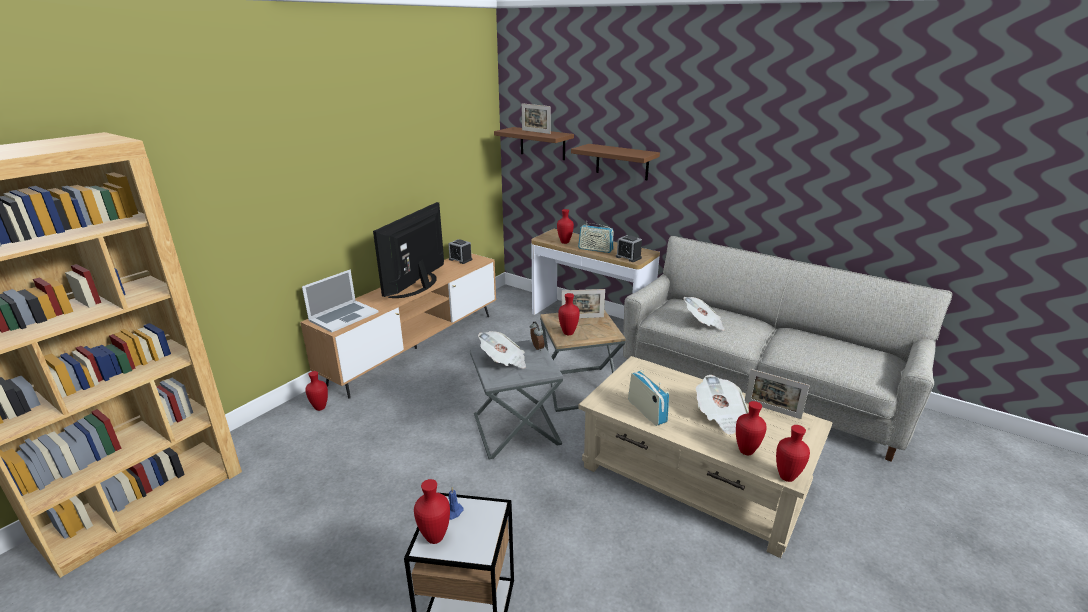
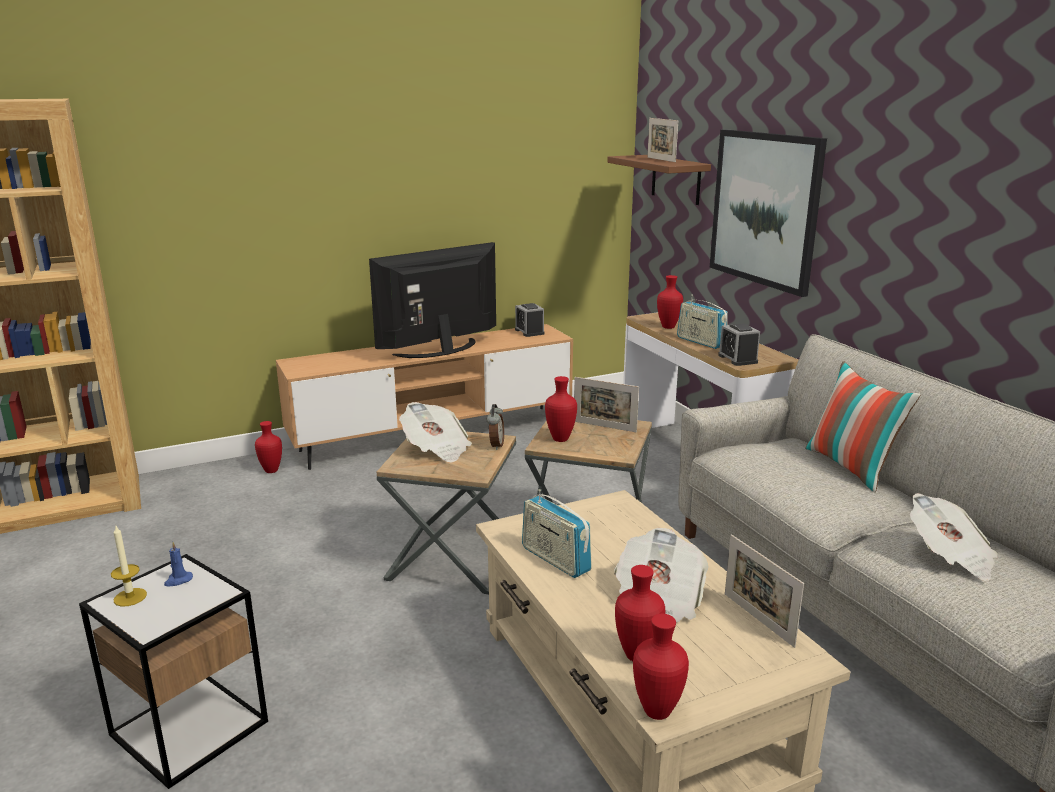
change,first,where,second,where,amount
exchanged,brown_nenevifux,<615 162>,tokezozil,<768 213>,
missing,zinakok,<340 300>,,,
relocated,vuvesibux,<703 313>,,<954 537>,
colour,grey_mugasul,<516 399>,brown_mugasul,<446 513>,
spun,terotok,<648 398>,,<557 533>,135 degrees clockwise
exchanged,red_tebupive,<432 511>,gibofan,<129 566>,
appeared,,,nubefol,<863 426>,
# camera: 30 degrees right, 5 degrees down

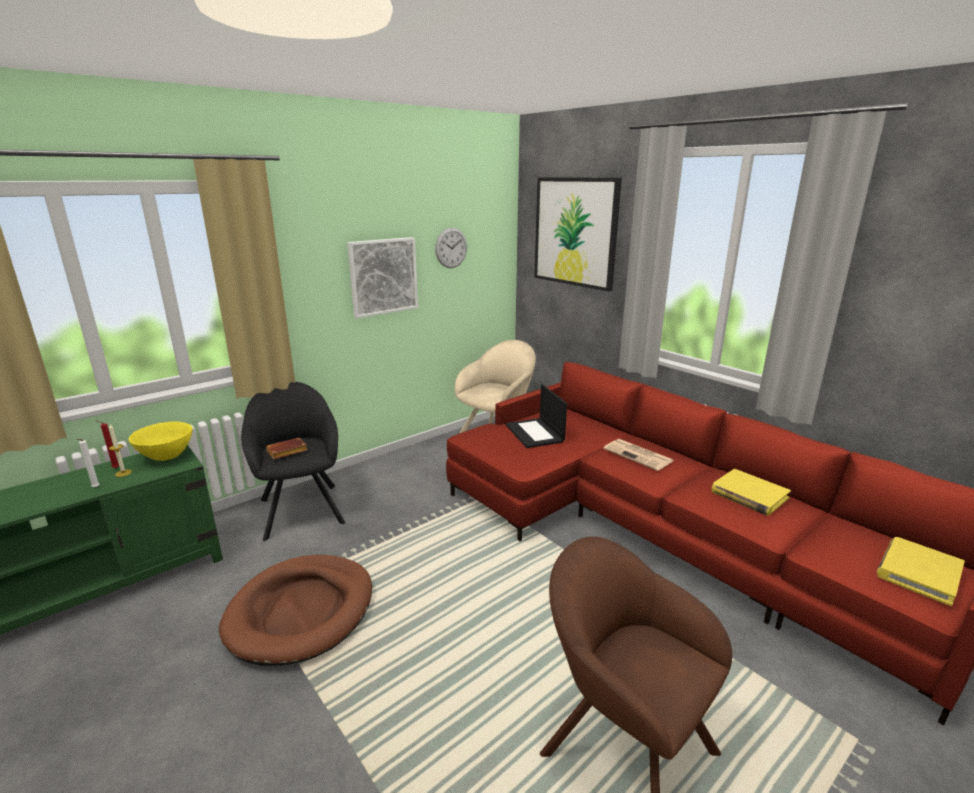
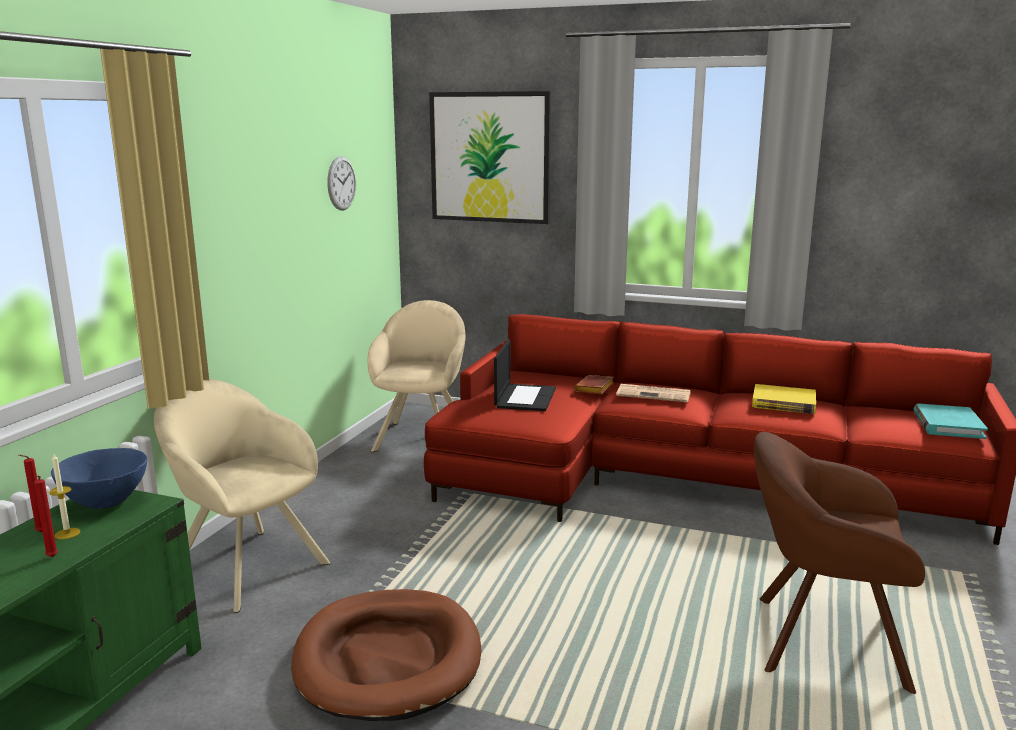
change,first,where,second,where,amount
missing,tokezozil,<382 277>,,,
colour,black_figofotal,<293 461>,beige_figofotal,<242 496>,
spun,zinakok,<536 416>,,<525 375>,120 degrees counterclockwise
colour,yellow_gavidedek,<160 441>,blue_gavidedek,<99 478>,
relocated,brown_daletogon,<287 448>,,<594 384>,
colour,white_gibofan,<88 463>,red_gibofan,<46 516>,
colour,yellow_daletogon,<921 571>,turquoise_daletogon,<950 421>,
# camera: 30 degrees left, 5 degrees down

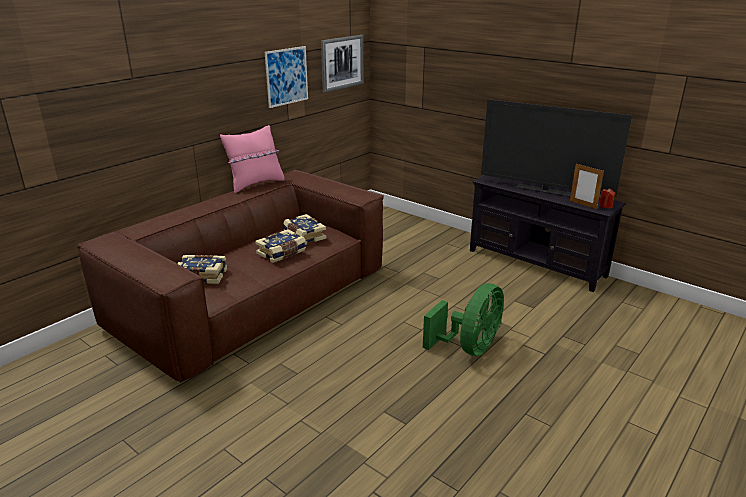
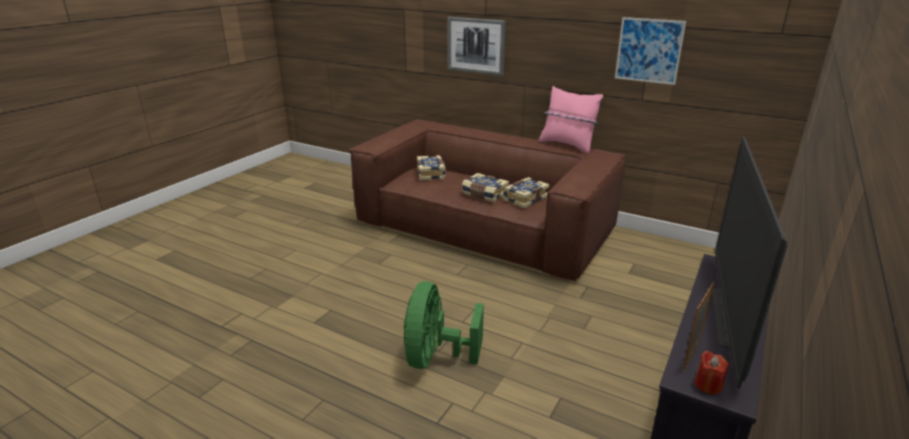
change,first,where,second,where,amount
relocated,tokezozil,<342 64>,,<476 46>,
spun,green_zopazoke,<463 319>,,<443 325>,75 degrees clockwise
# camera: 80 degrees right, 0 degrees up

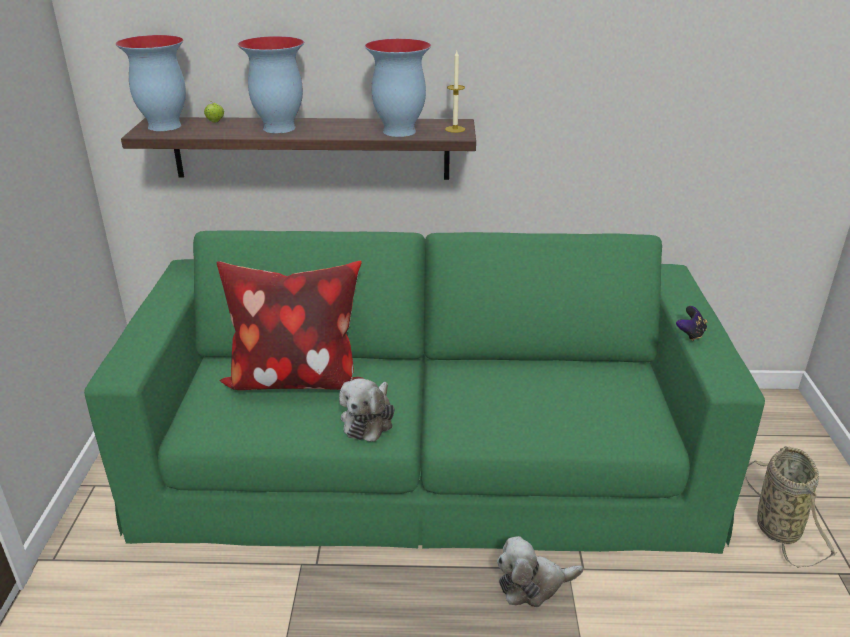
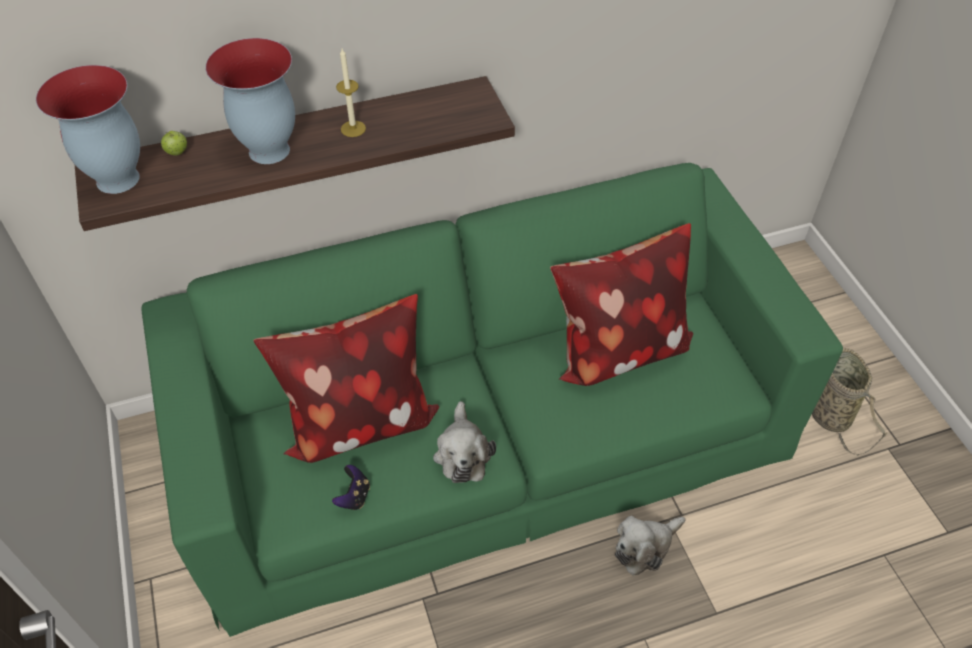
change,first,where,second,where,amount
missing,tebupive,<398 88>,,,
relocated,gibofan,<455 92>,,<351 93>,
relocated,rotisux,<692 323>,,<351 487>,
appeared,,,nubefol,<621 304>,
# camera: 20 degrees left, 20 degrees up

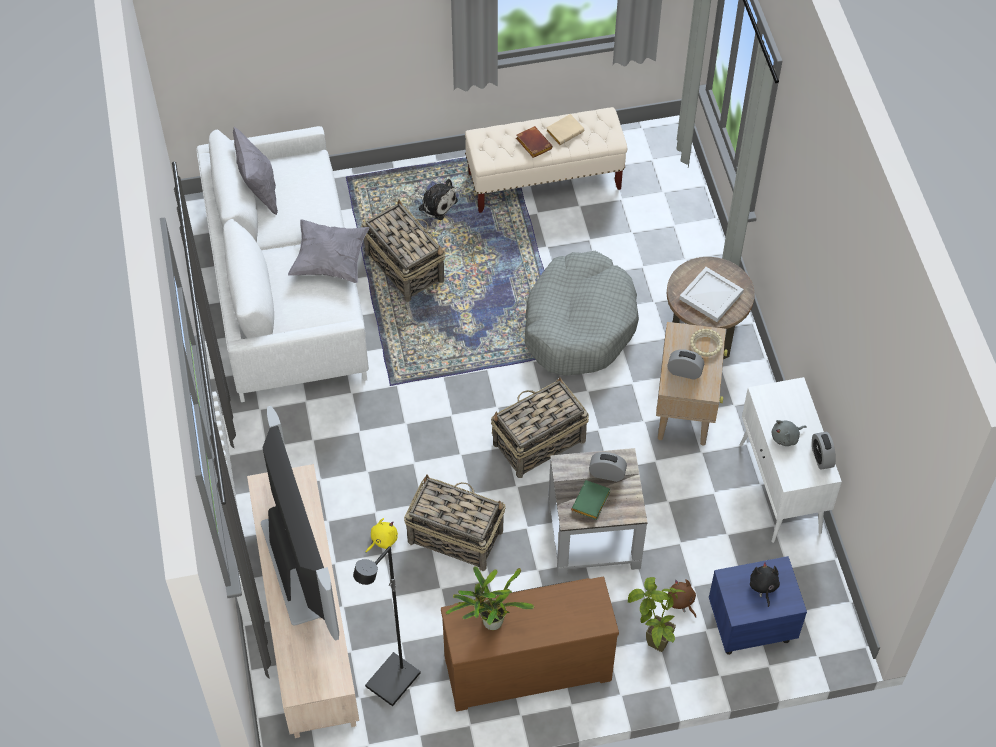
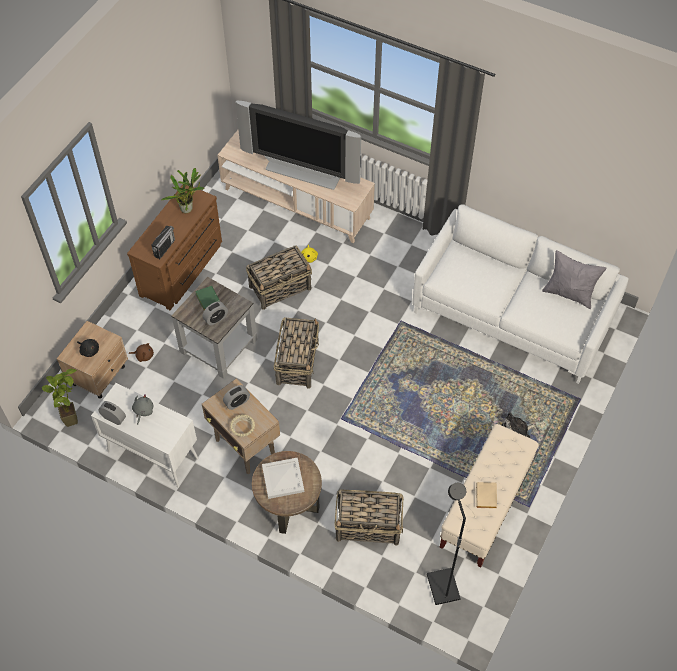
change,first,where,second,where,amount
missing,brown_daletogon,<534 142>,,,
relocated,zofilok,<403 250>,,<368 517>,
missing,grey_nubefol,<328 251>,,,
missing,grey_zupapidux,<582 313>,,,
relocated,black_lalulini,<387 626>,,<446 544>,
colour,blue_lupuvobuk,<758 605>,beige_lupuvobuk,<92 360>,
relocated,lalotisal,<657 614>,,<60 398>,
appeared,,,terotok,<163 242>,
# camera: 130 degrees right, 0 degrees up

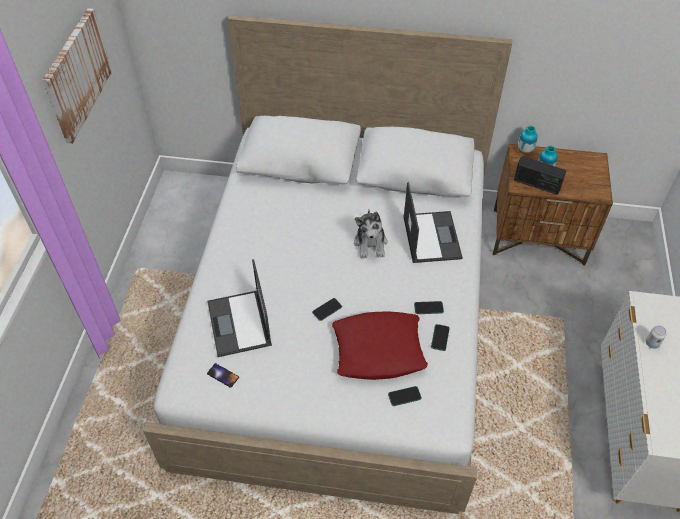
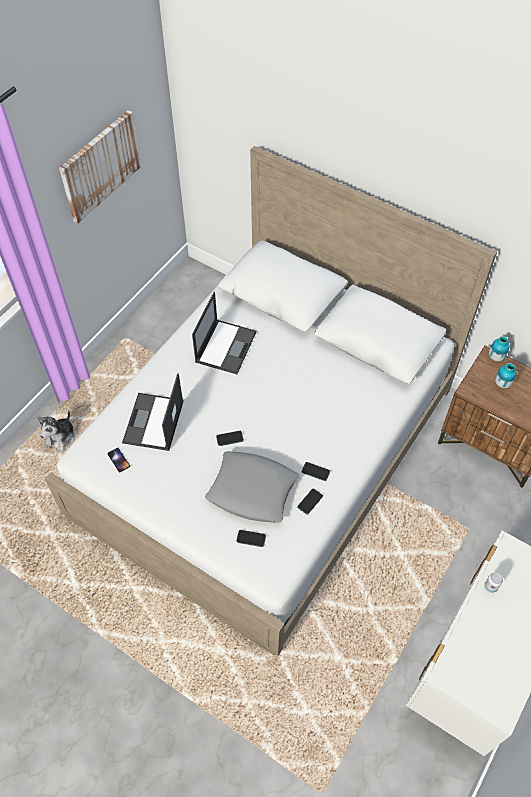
change,first,where,second,where,amount
missing,terotok,<540 175>,,,
relocated,zinakok,<433 222>,,<224 333>,
relocated,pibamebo,<370 234>,,<56 432>,
colour,red_nubefol,<380 345>,grey_nubefol,<252 487>,
# camera: 25 degrees right, 5 degrees up

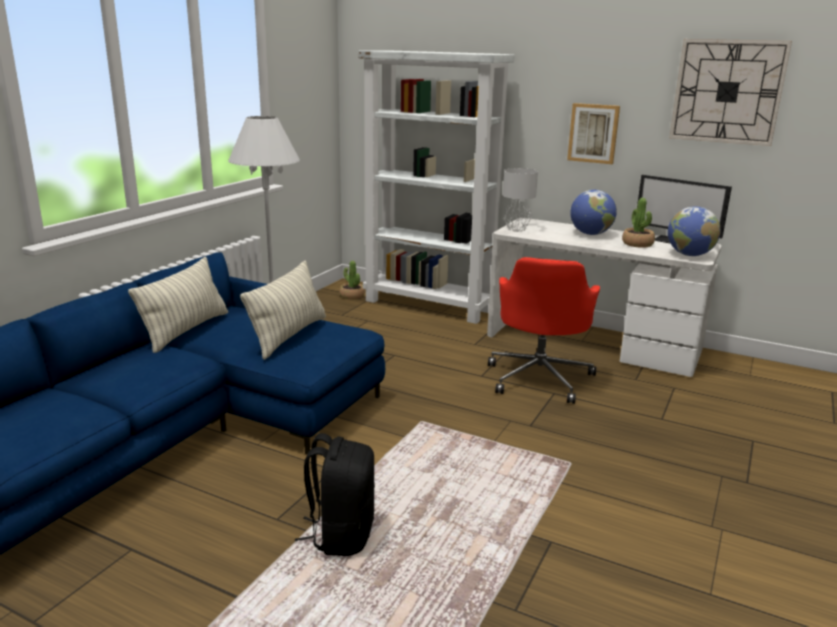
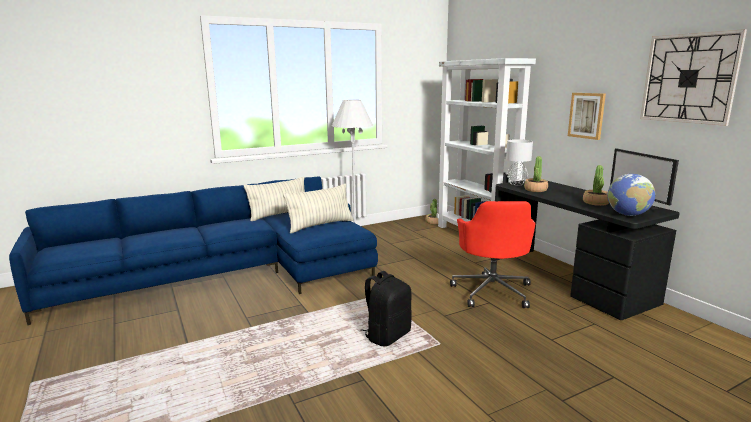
change,first,where,second,where,amount
missing,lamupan,<593 212>,,,
colour,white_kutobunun,<604 297>,black_kutobunun,<585 250>,
spun,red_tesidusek,<544 330>,,<493 254>,45 degrees counterclockwise
relocated,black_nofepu,<335 494>,,<386 308>,
appeared,,,lalotisal,<536 174>,
# camera: 35 degrees right, 5 degrees down

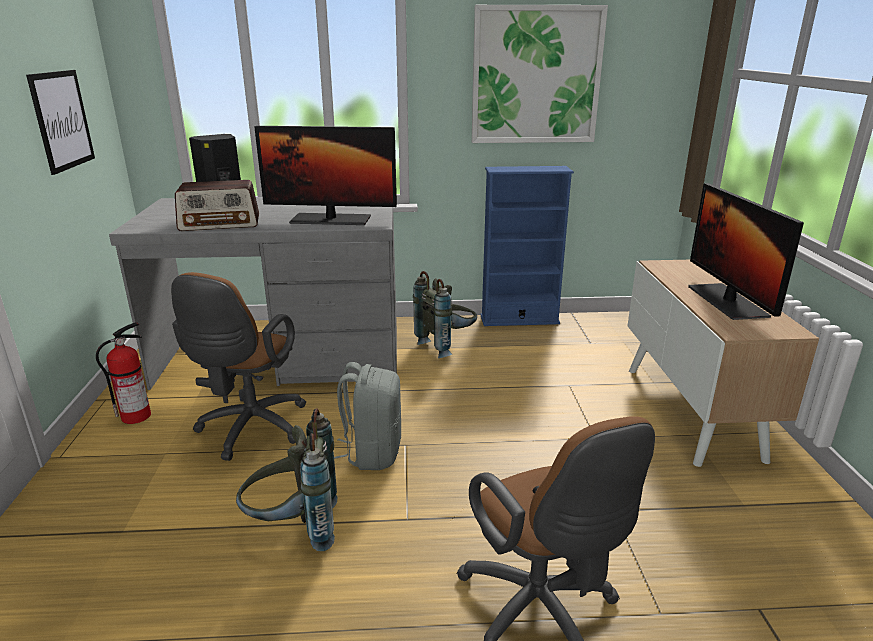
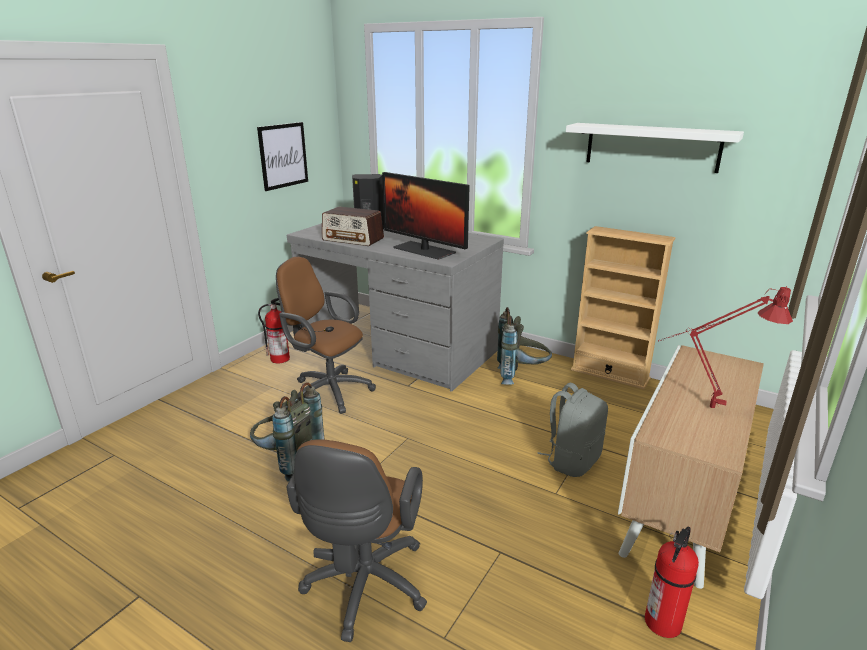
change,first,where,second,where,amount
exchanged,tokezozil,<540 74>,white_nenevifux,<655 148>,
colour,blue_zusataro,<527 246>,beige_zusataro,<623 307>,
exchanged,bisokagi,<746 251>,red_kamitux,<725 347>,
spun,brown_tesidusek,<238 366>,,<326 335>,75 degrees clockwise
relocated,grey_nofepu,<367 416>,,<572 430>,
appeared,,,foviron,<672 582>,
# camera: 35 degrees right, 0 degrees up

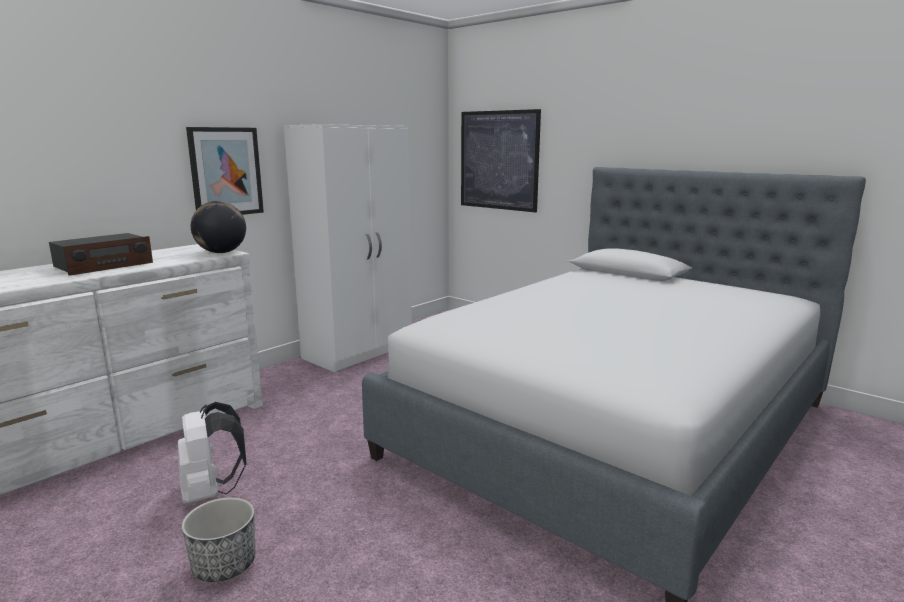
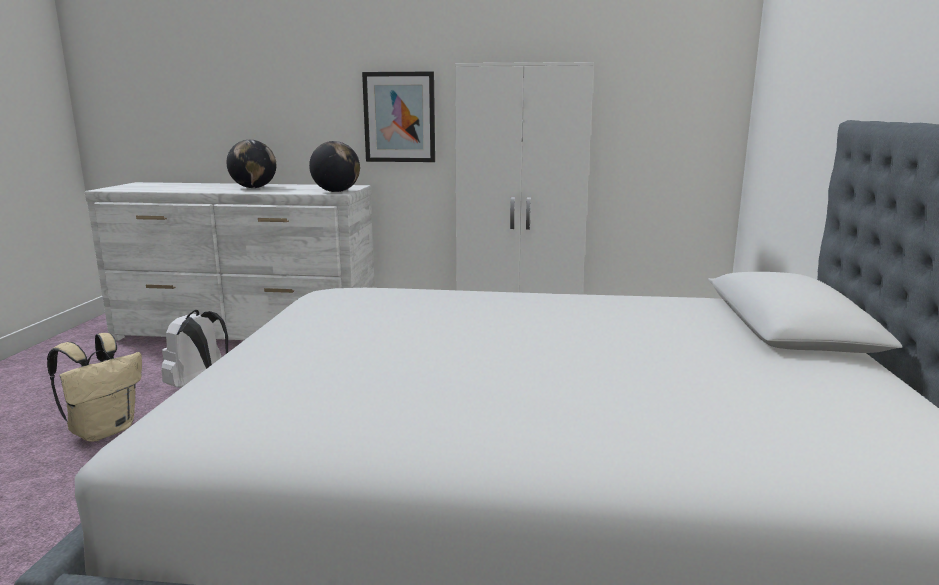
change,first,where,second,where,amount
missing,tokezozil,<501 160>,,,
exchanged,terotok,<101 254>,lamupan,<251 164>,
exchanged,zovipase,<218 539>,beige_nofepu,<94 387>,
# camera: 55 degrees right, 0 degrees up

